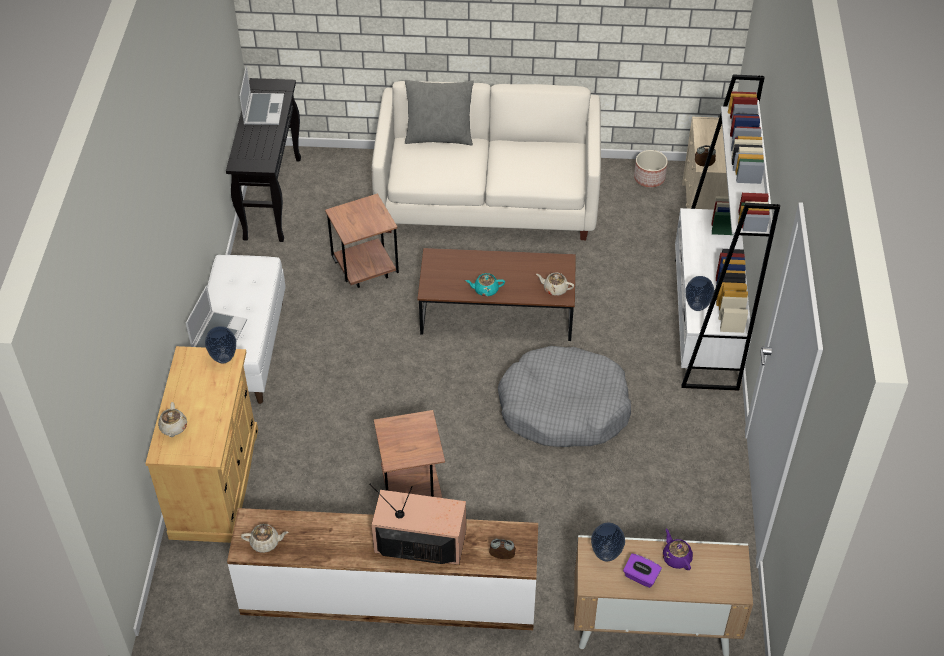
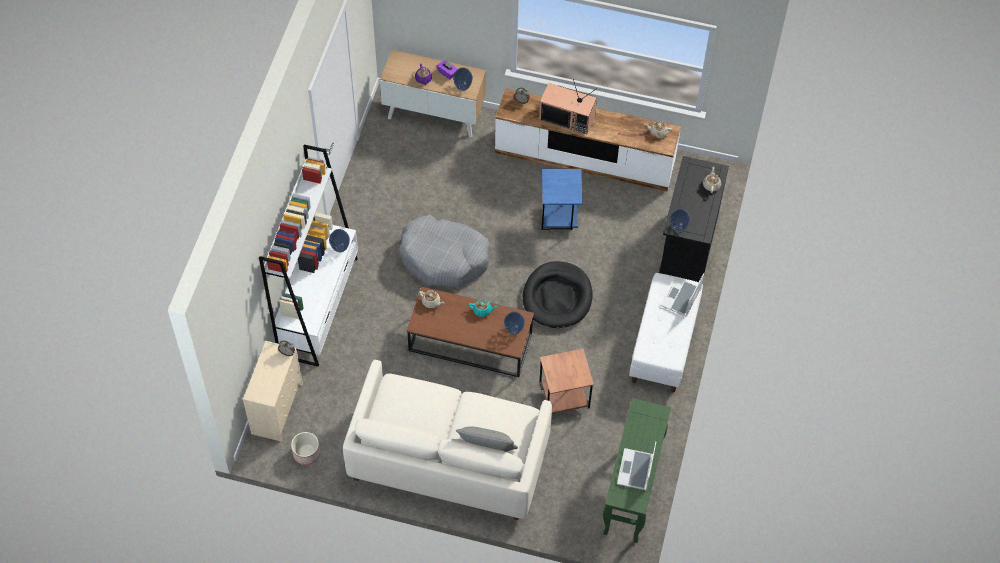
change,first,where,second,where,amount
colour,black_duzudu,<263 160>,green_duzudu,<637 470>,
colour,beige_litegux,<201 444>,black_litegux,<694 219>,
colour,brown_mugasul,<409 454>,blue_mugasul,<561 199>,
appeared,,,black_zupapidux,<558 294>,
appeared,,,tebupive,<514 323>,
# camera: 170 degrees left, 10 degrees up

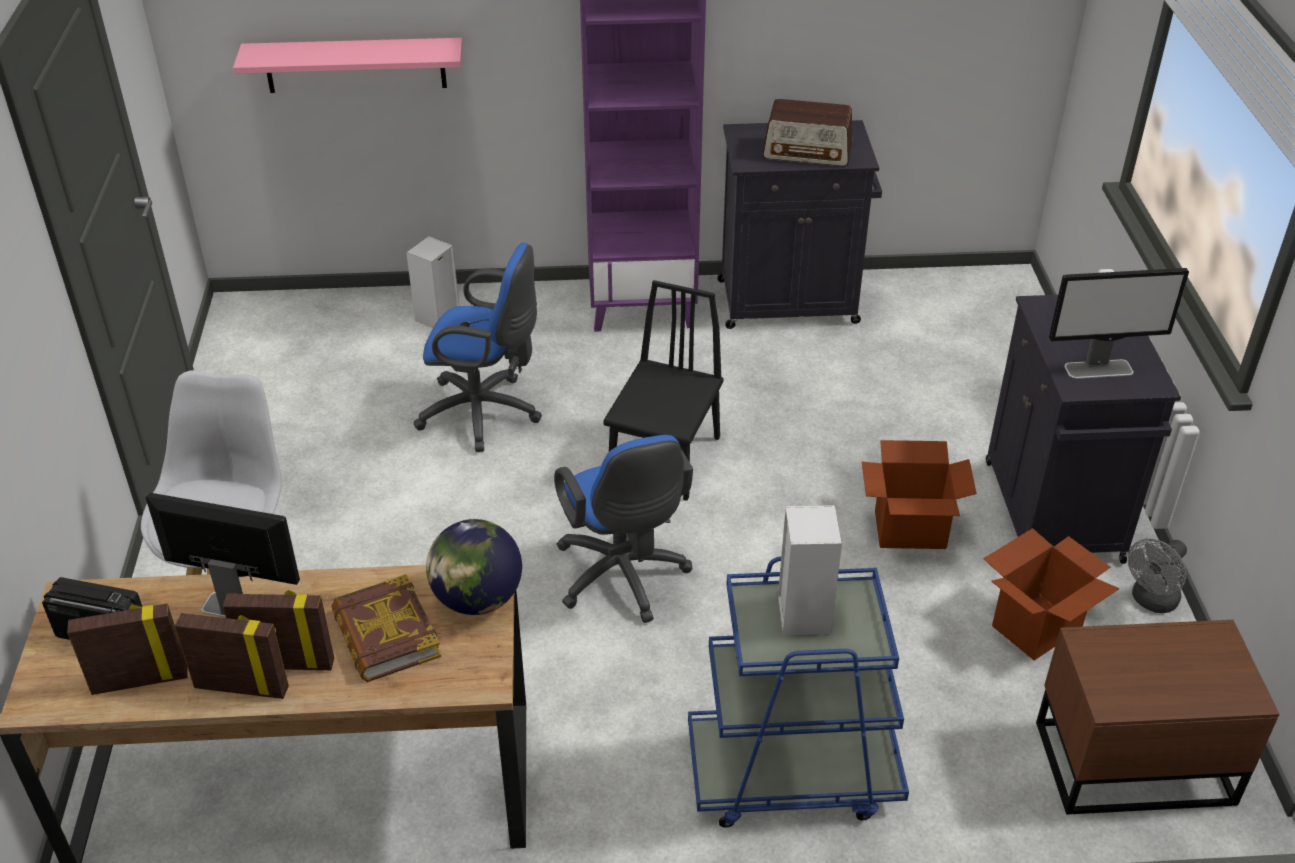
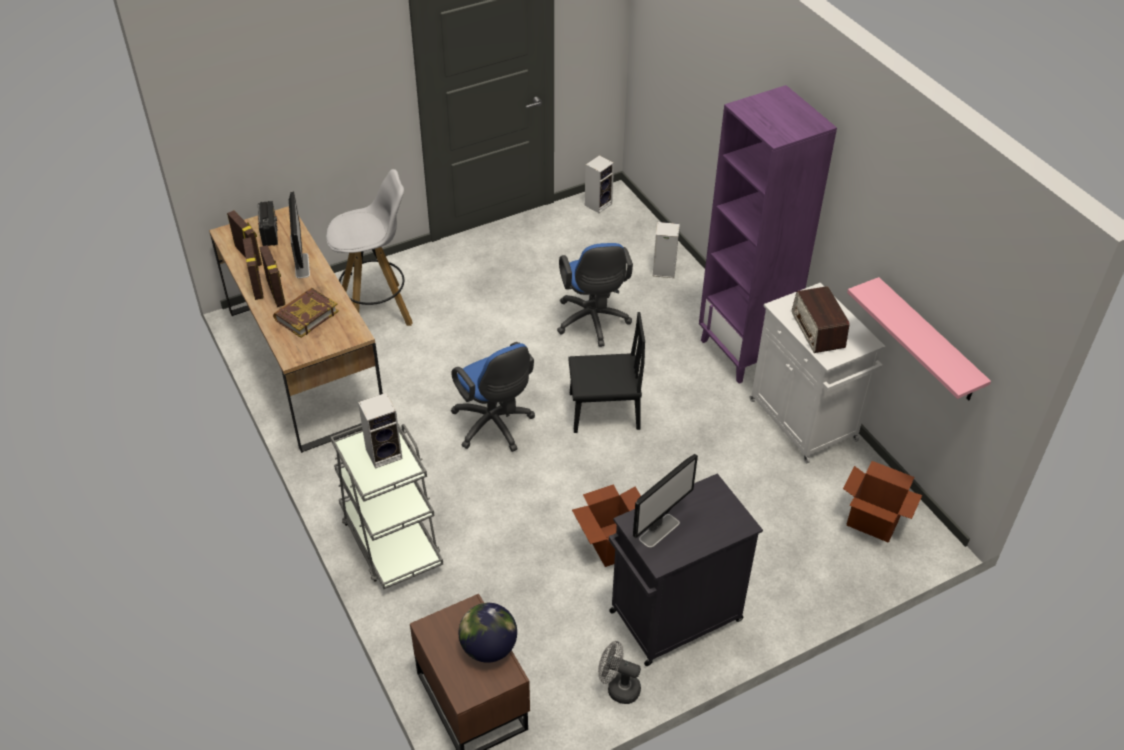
change,first,where,second,where,amount
relocated,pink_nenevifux,<348 65>,,<919 339>,
colour,black_litegux,<799 224>,white_litegux,<817 373>,
spun,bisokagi,<1119 323>,,<665 501>,105 degrees counterclockwise
spun,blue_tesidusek,<623 529>,,<493 397>,75 degrees counterclockwise
relocated,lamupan,<474 567>,,<487 633>,
relocated,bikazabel,<1051 594>,,<882 501>,
colour,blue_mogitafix,<798 692>,grey_mogitafix,<387 506>,
appeared,,,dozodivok,<599 184>,
# camera: 65 degrees right, 5 degrees up

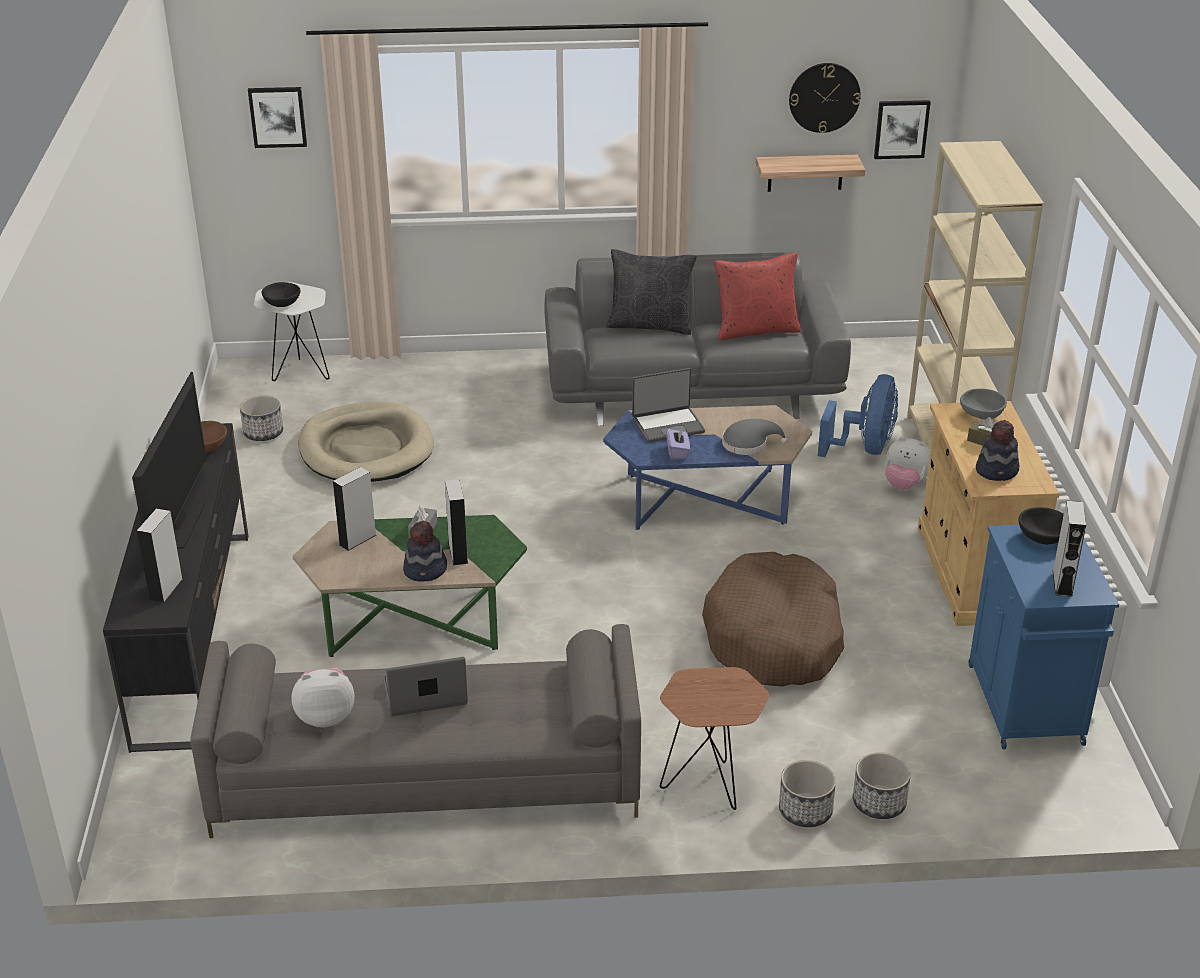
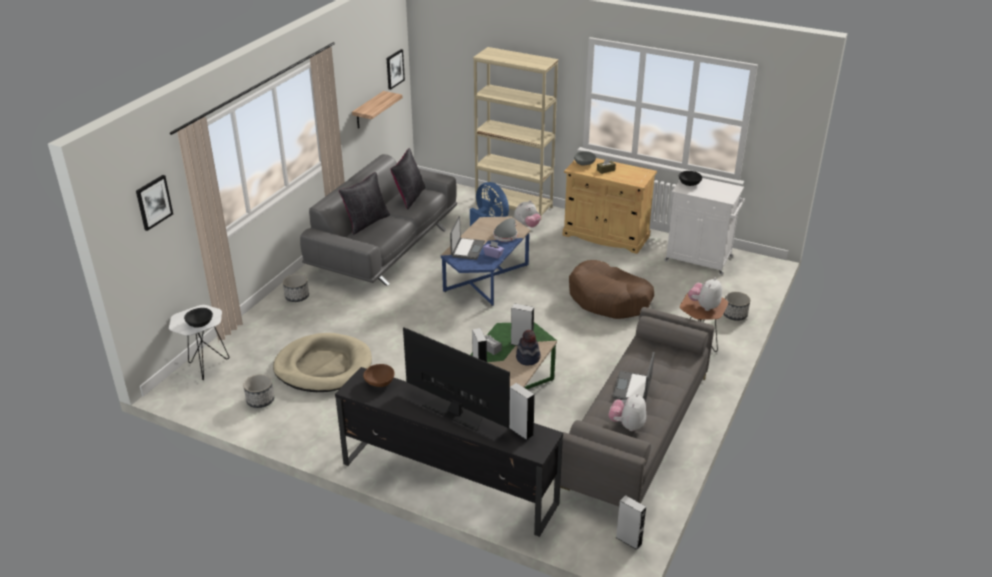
change,first,where,second,where,amount
missing,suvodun,<825 98>,,,
colour,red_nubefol,<757 297>,black_nubefol,<408 179>,
missing,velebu,<997 450>,,,
relocated,grey_dozodivok,<1069 549>,,<631 522>,
colour,blue_litegux,<1043 637>,white_litegux,<704 226>,
relocated,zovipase,<807 793>,,<296 288>,
appeared,,,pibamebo,<705 294>,
# camera: 60 degrees left, 0 degrees up

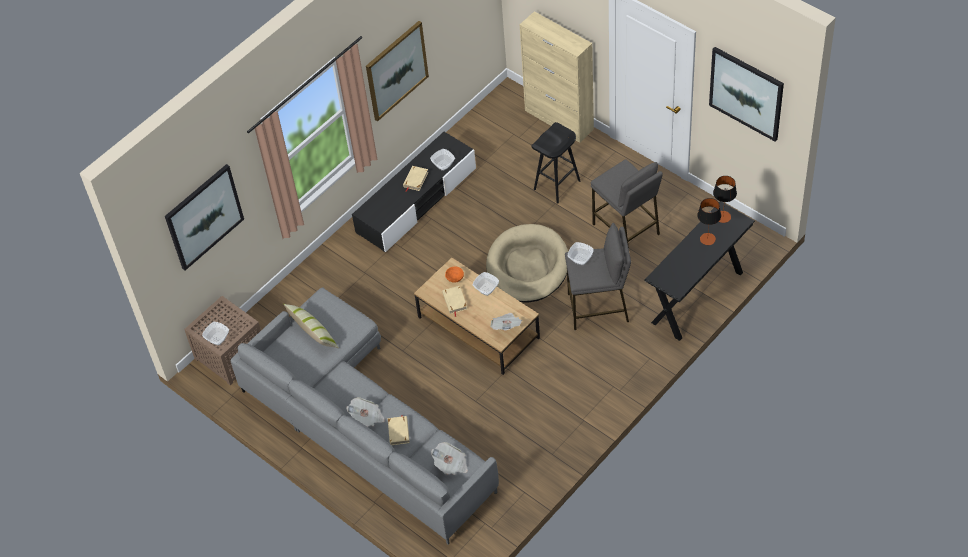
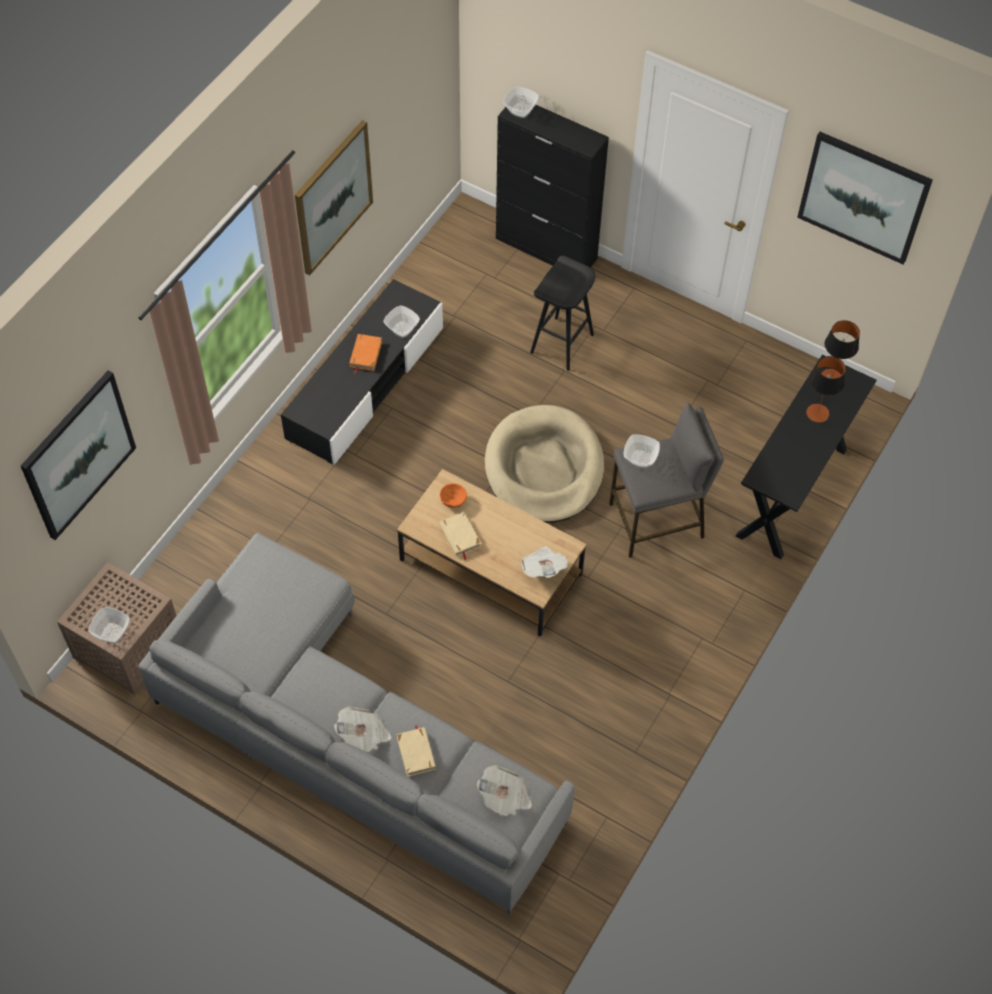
change,first,where,second,where,amount
colour,beige_litegux,<556 77>,black_litegux,<552 186>,
missing,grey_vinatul,<627 203>,,,
colour,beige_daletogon,<415 179>,orange_daletogon,<365 353>,
relocated,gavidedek,<486 284>,,<521 102>,
missing,nubefol,<311 326>,,,
# camera: 15 degrees left, 5 degrees up

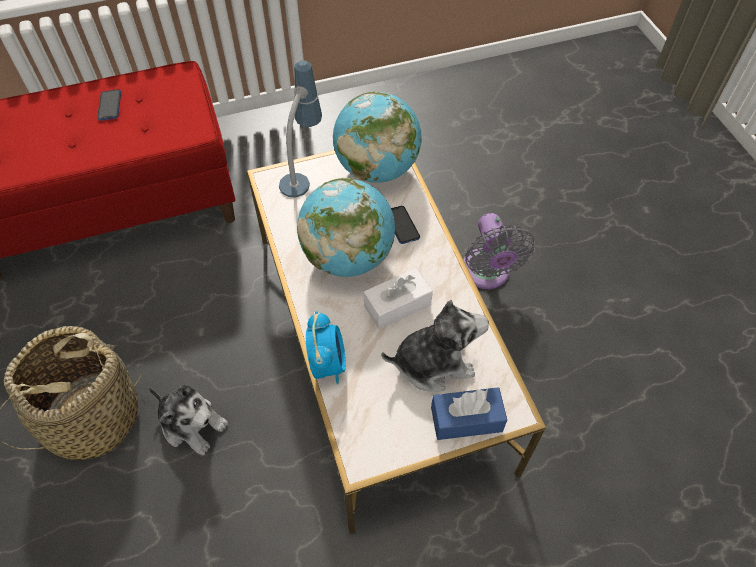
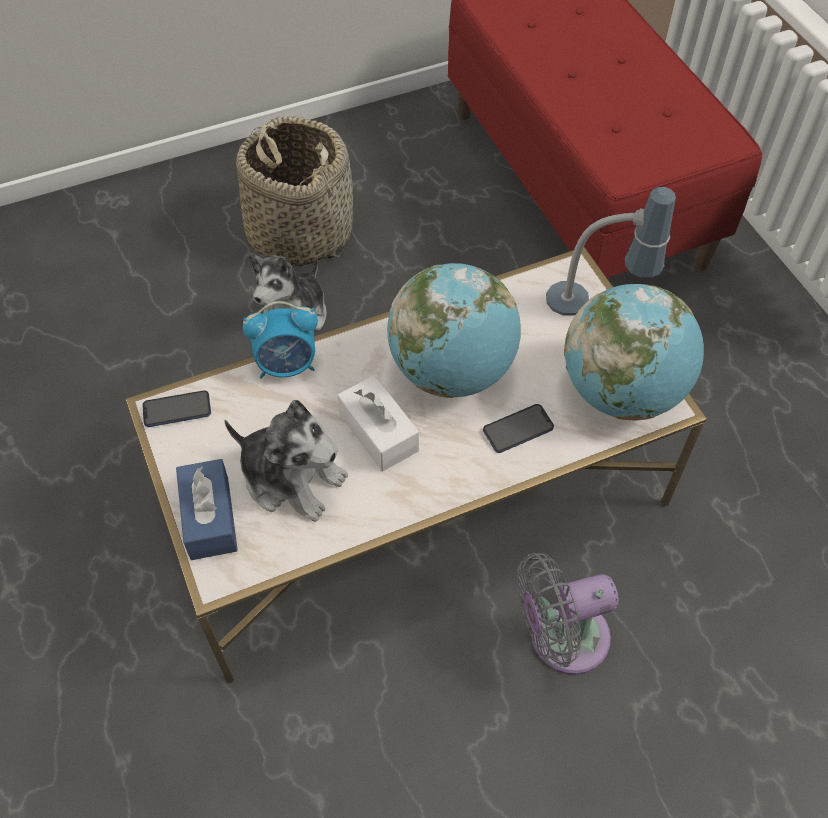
change,first,where,second,where,amount
relocated,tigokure,<109 105>,,<176 408>,
spun,pibamebo,<435 346>,,<286 461>,45 degrees counterclockwise
# camera: 85 degrees right, 0 degrees up

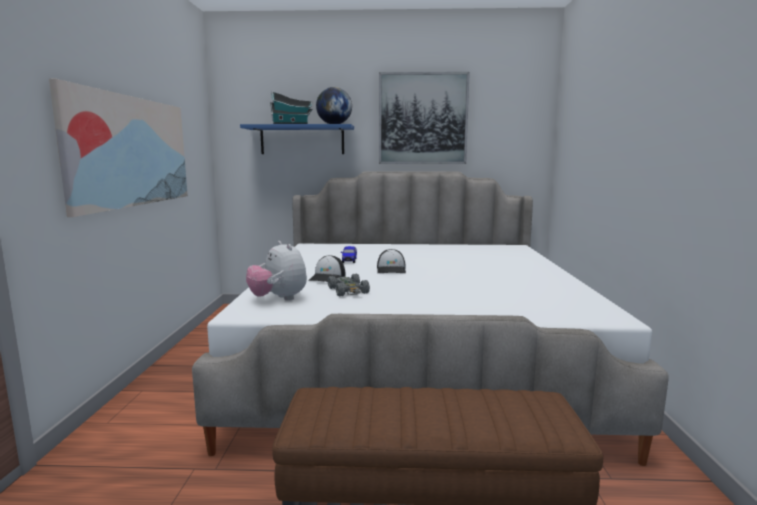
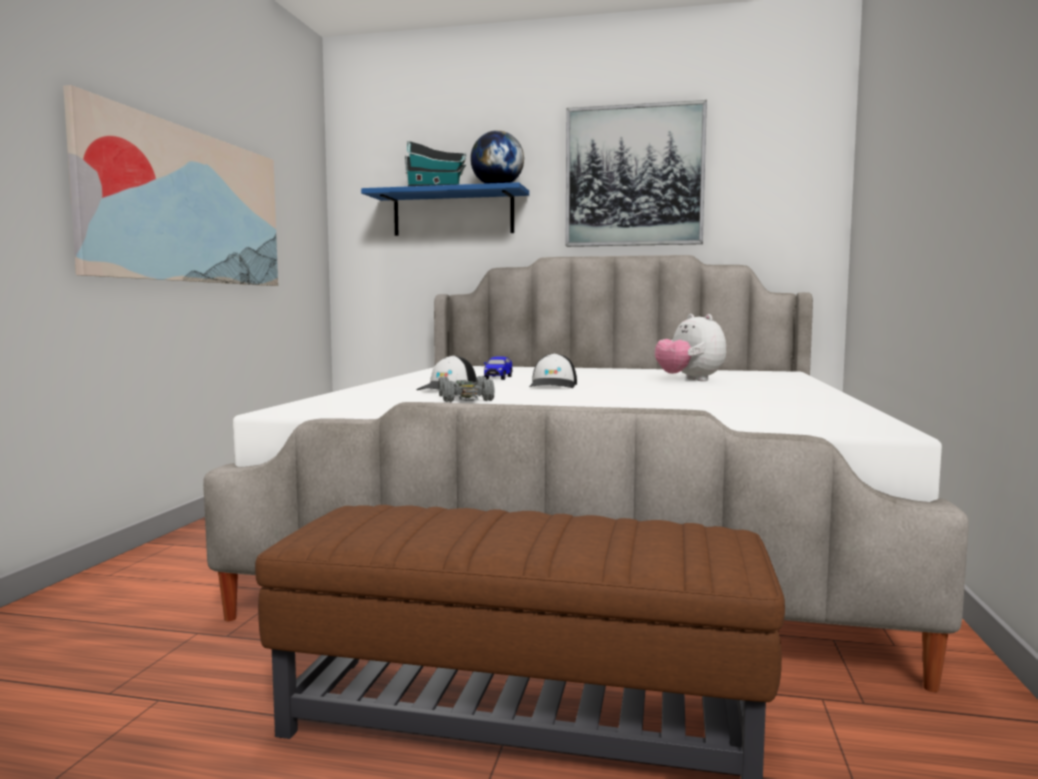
change,first,where,second,where,amount
relocated,pibamebo,<276 271>,,<690 347>,
# camera: 10 degrees right, 5 degrees down

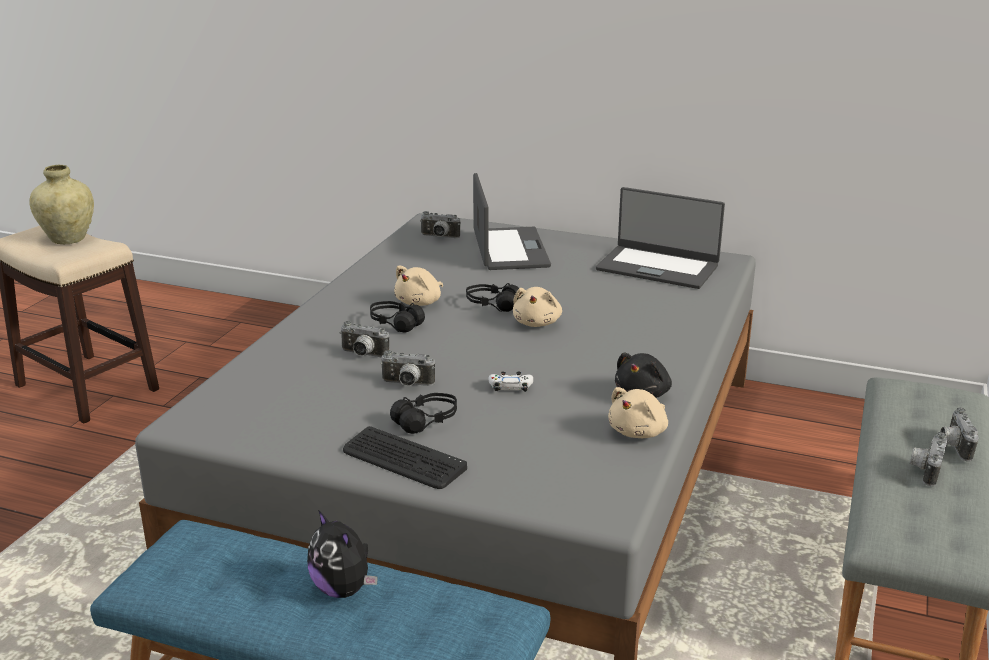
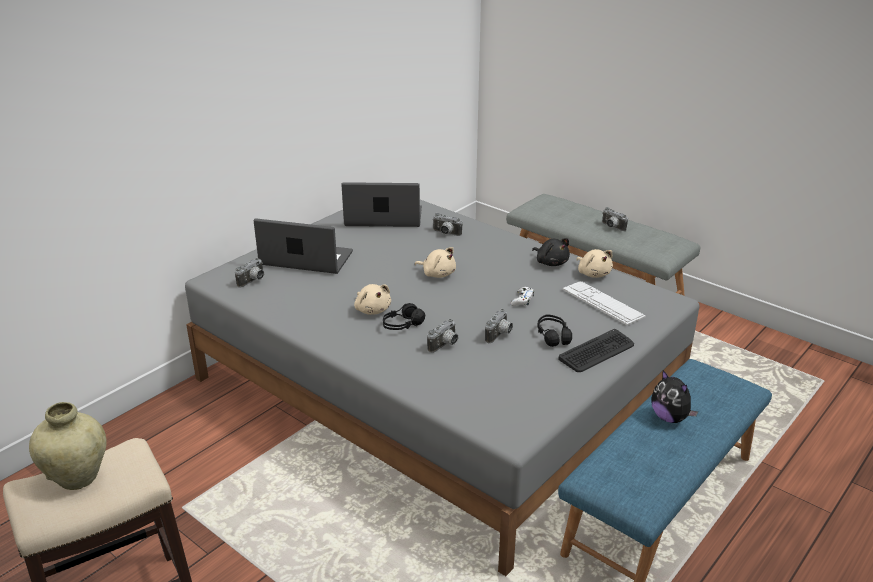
change,first,where,second,where,amount
spun,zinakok,<660 238>,,<381 204>,135 degrees counterclockwise
missing,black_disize,<492 297>,,,
relocated,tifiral,<959 434>,,<447 224>,
spun,pibamebo,<342 554>,,<674 396>,75 degrees clockwise
appeared,,,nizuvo,<604 303>,
# camera: 70 degrees left, 5 degrees up

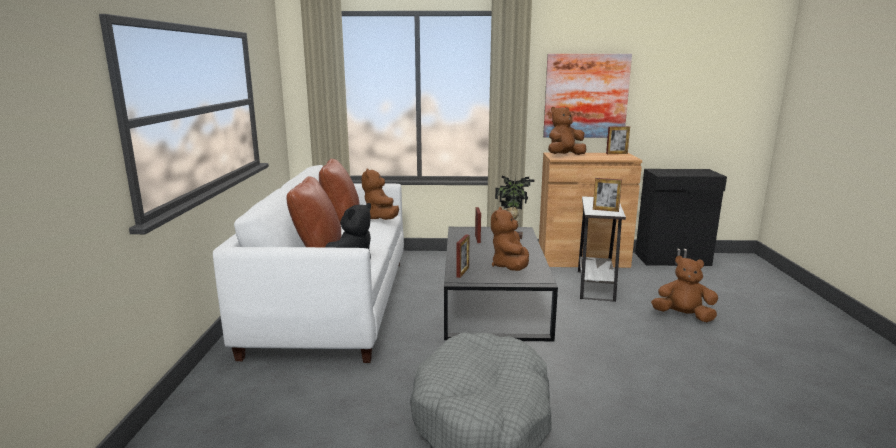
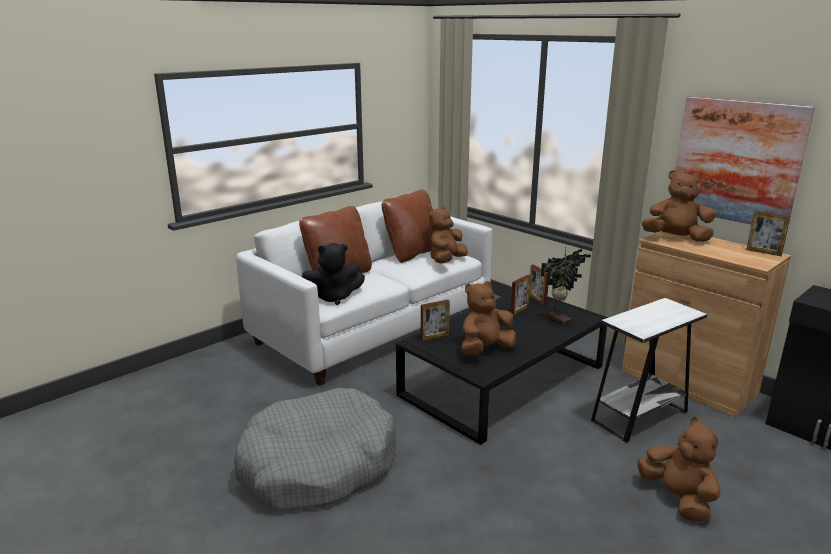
change,first,where,second,where,amount
relocated,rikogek,<607 195>,,<539 285>,
# camera: 45 degrees right, 5 degrees up

